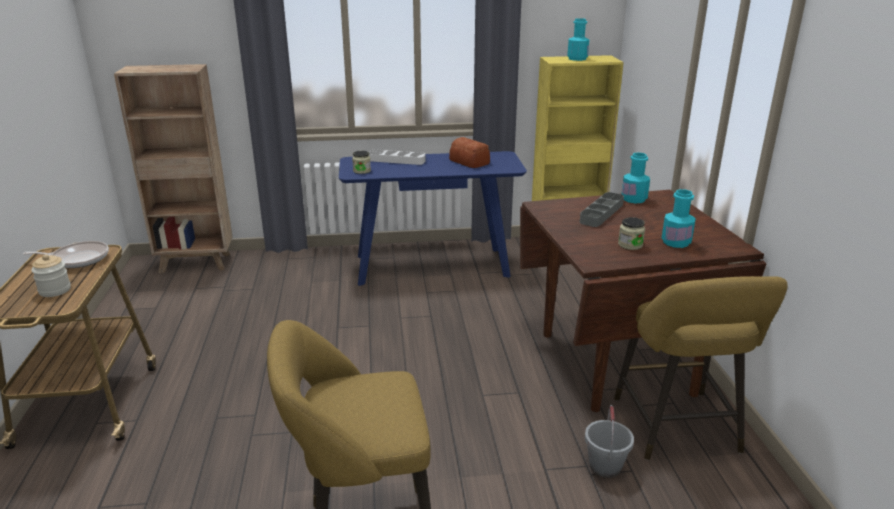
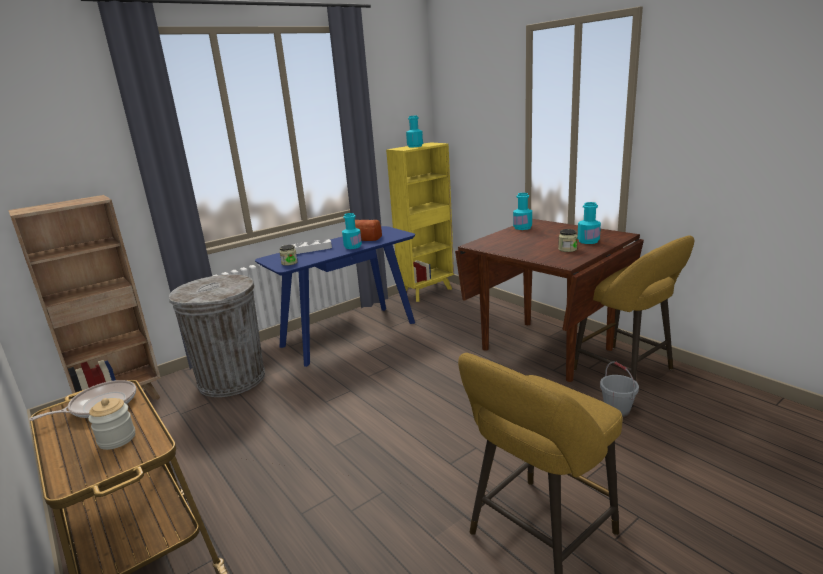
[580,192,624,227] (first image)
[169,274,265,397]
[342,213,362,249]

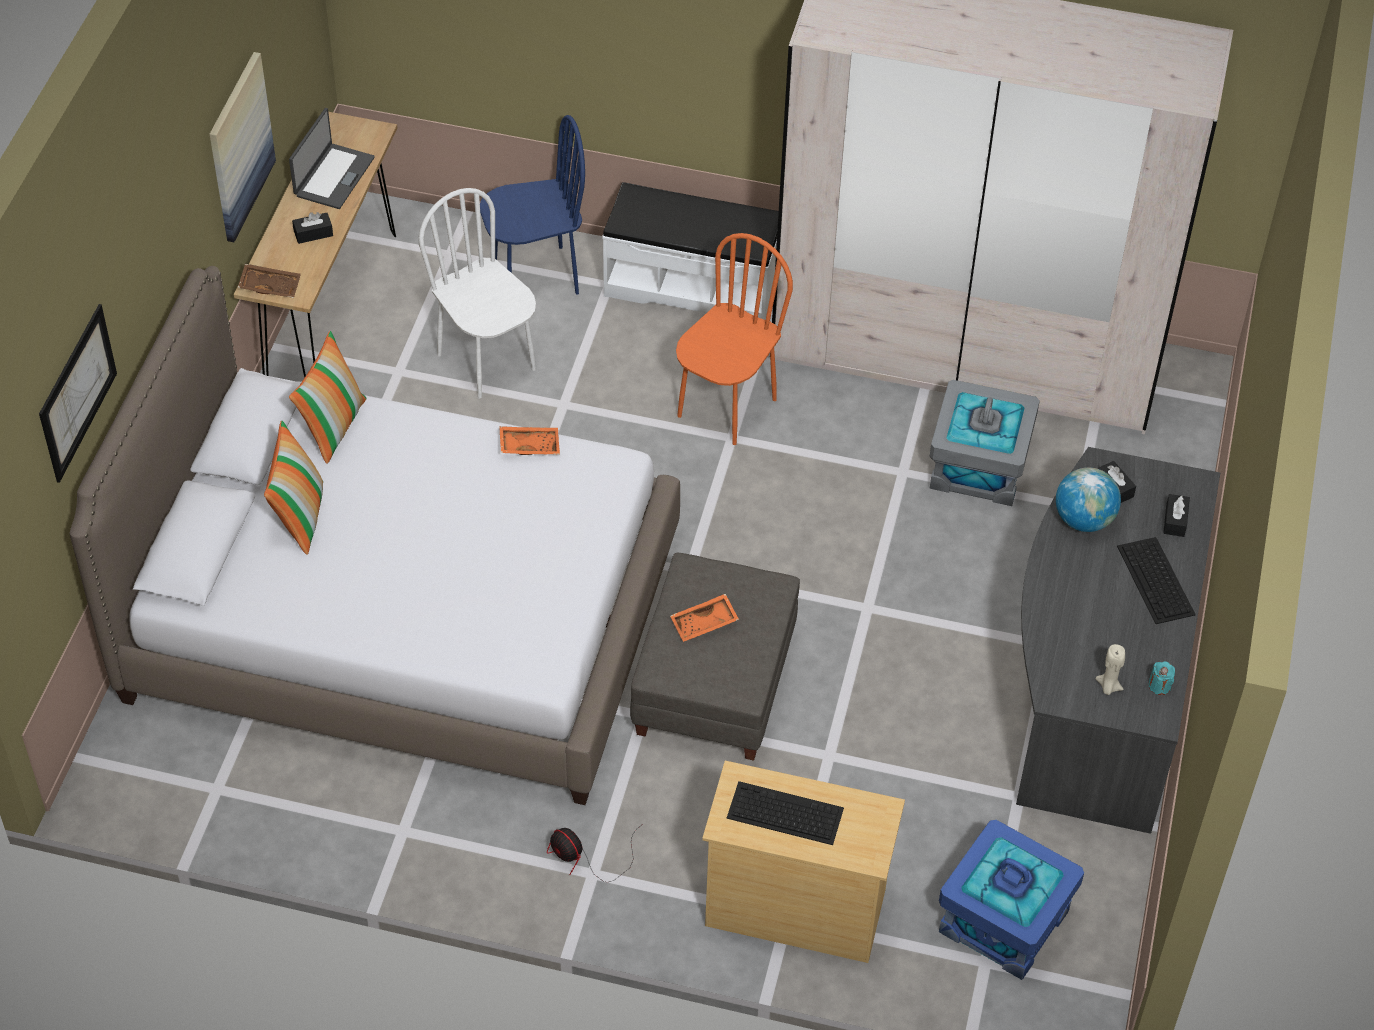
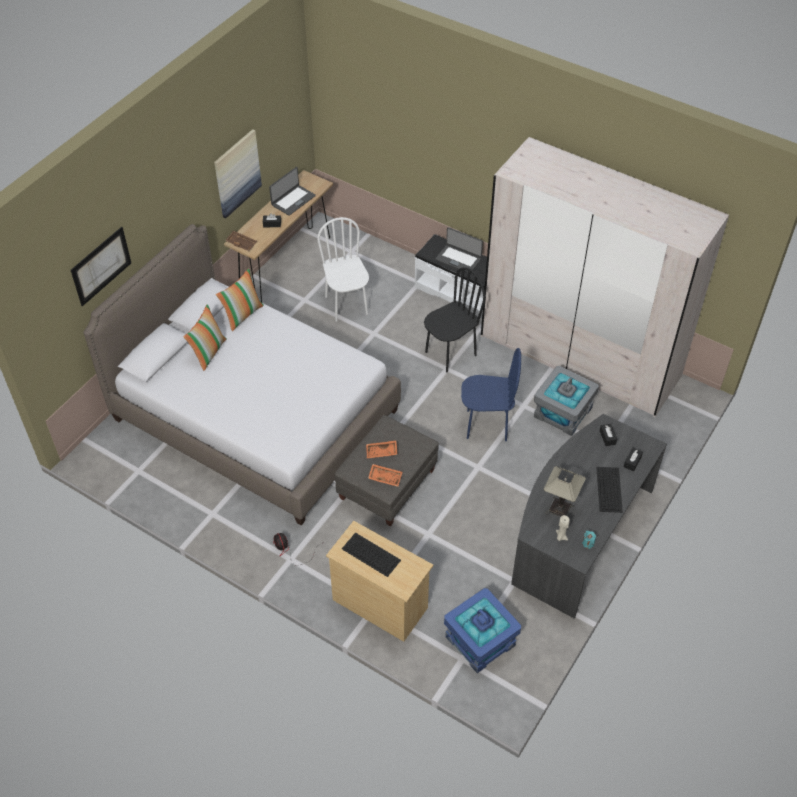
[461,348,521,441]
[368,464,402,487]
[424,267,486,372]
[1056,467,1121,532] (first image)
[435,227,483,273]
[544,466,586,517]

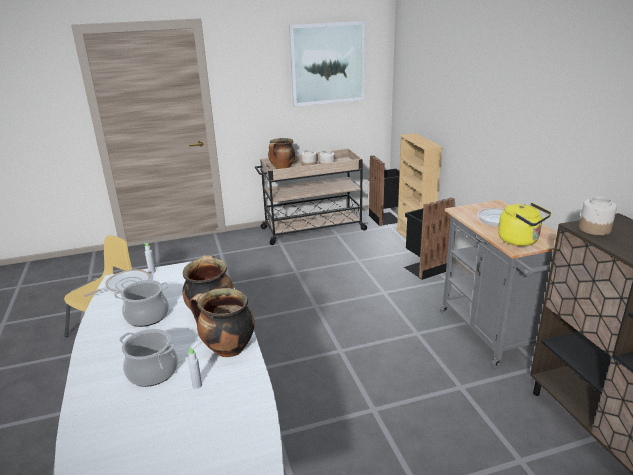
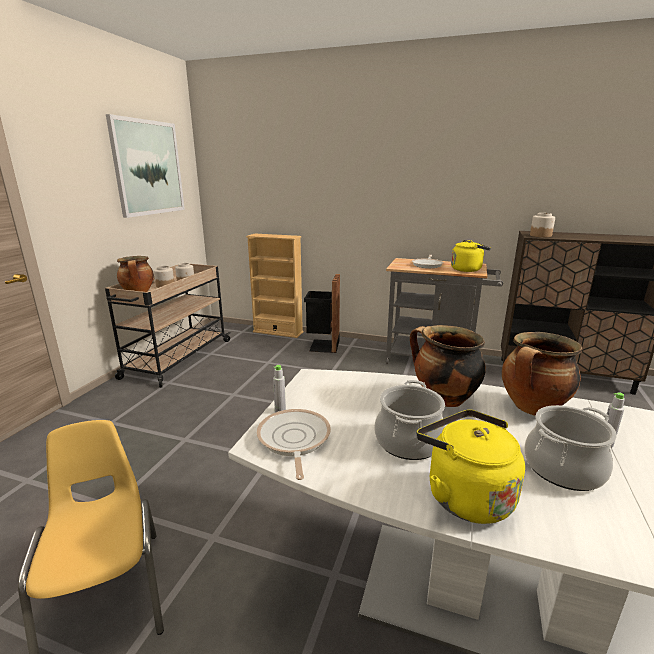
[369,155,400,226] (first image)
[417,410,525,524]

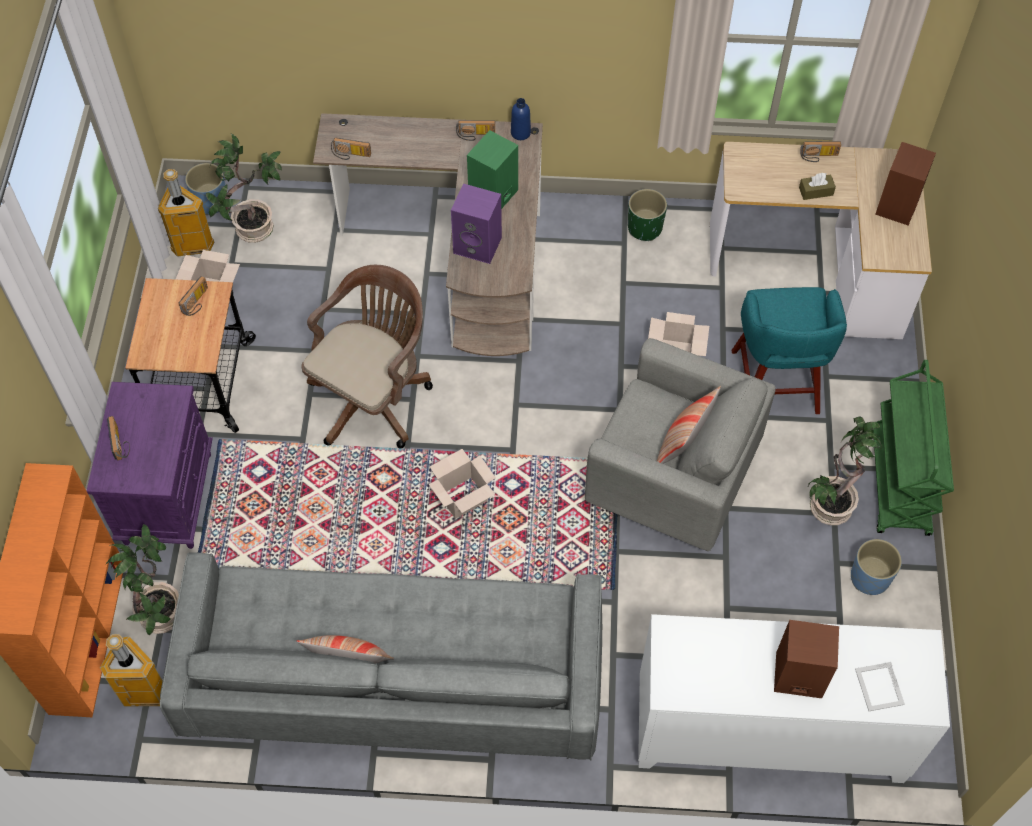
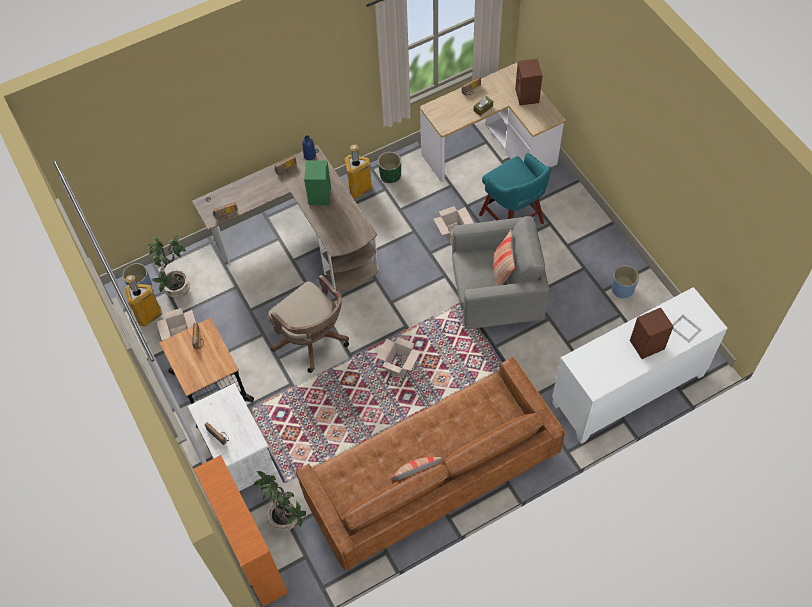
[188,383,278,491]
[345,144,373,199]
[296,357,565,571]
[268,275,349,373]
[451,183,502,264] (first image)
[808,416,882,525] (first image)
[873,360,954,536] (first image)

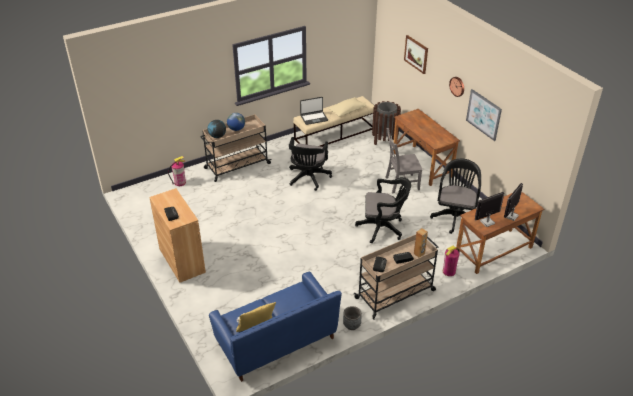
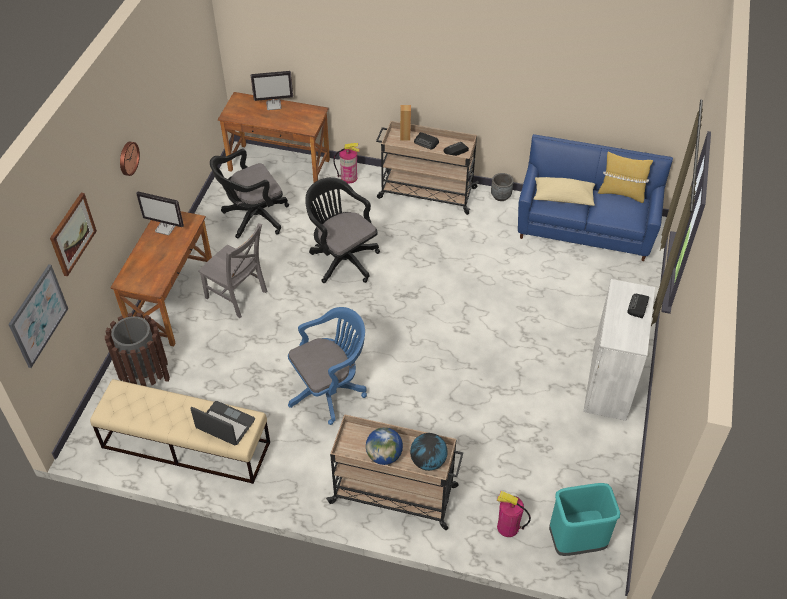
[583,279,655,421]
[288,307,367,425]
[534,177,595,206]
[8,264,68,368]
[136,191,184,235]
[549,483,620,556]

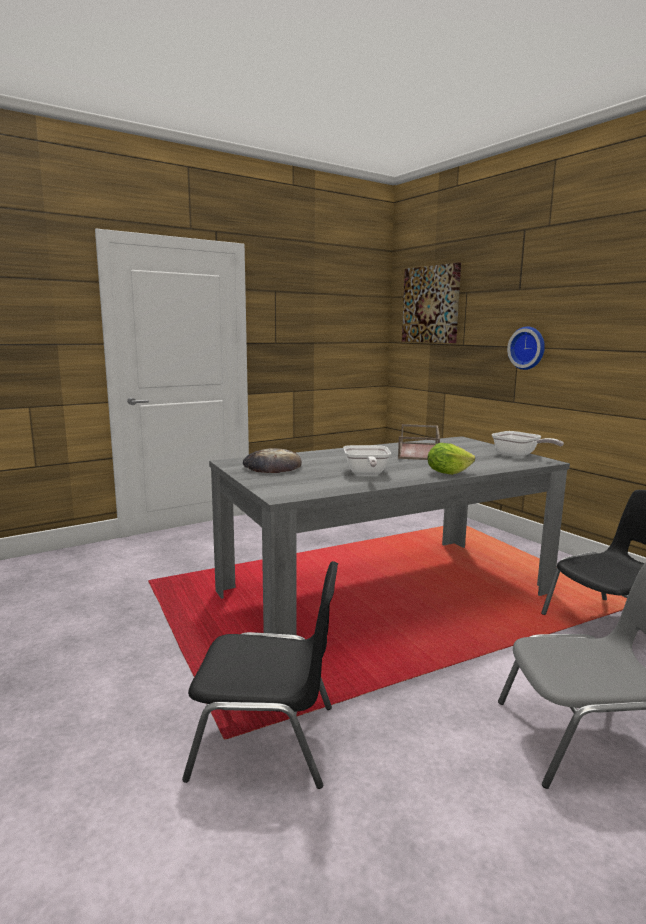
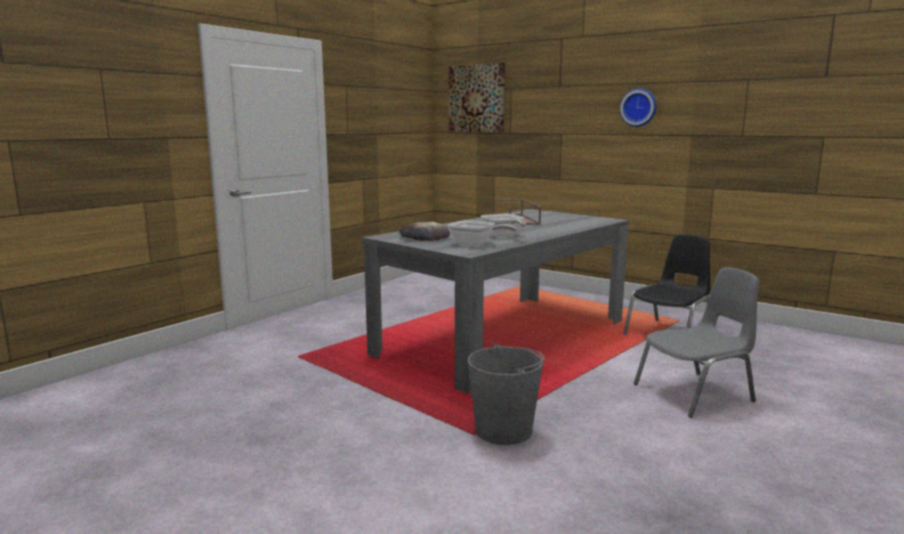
[468,343,545,445]
[427,443,475,475] (first image)
[448,220,517,246]
[620,88,656,127]

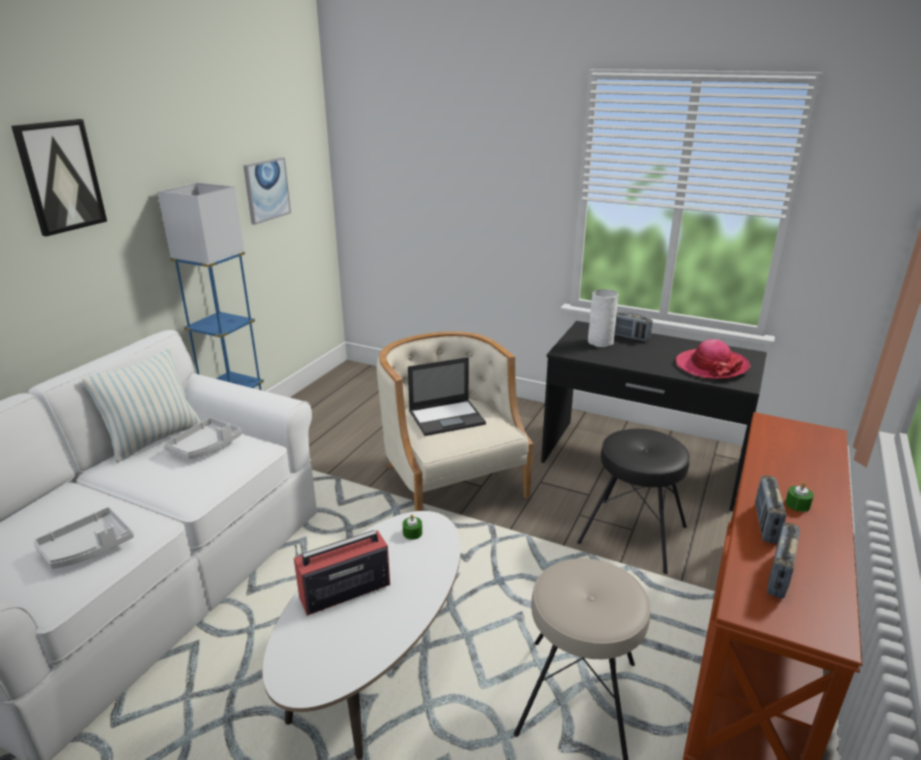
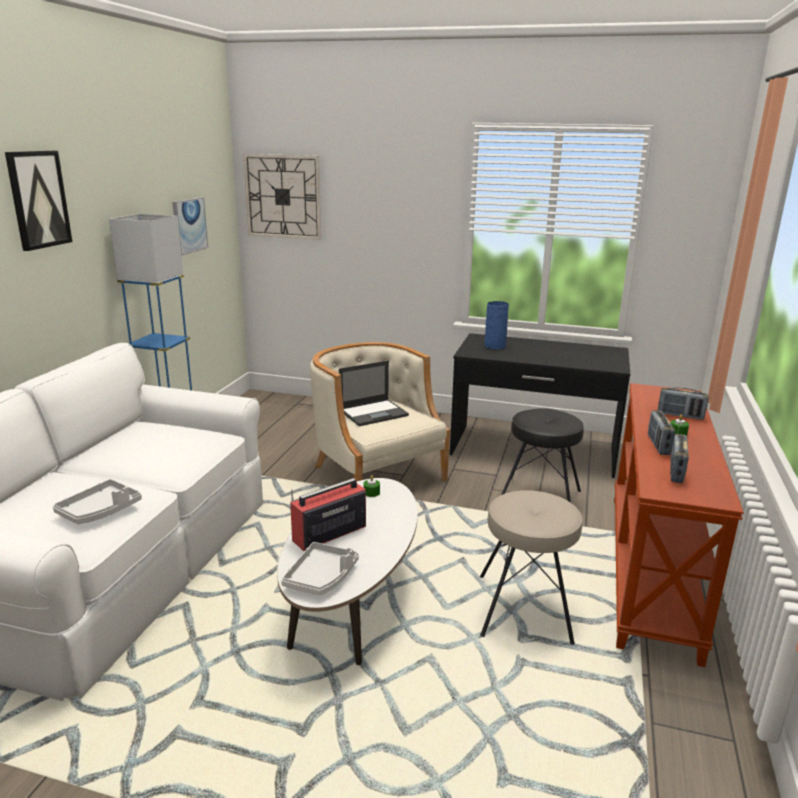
[82,347,201,463] (first image)
[281,542,359,596]
[484,301,509,350]
[658,388,709,420]
[676,339,751,379] (first image)
[243,154,321,240]

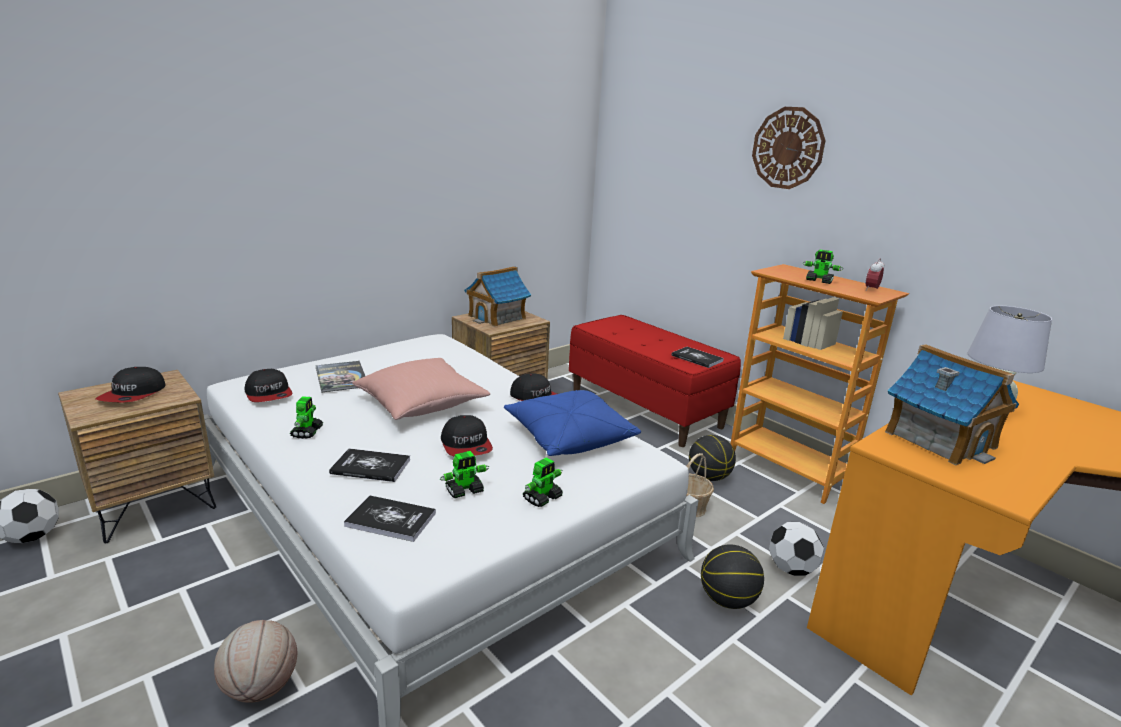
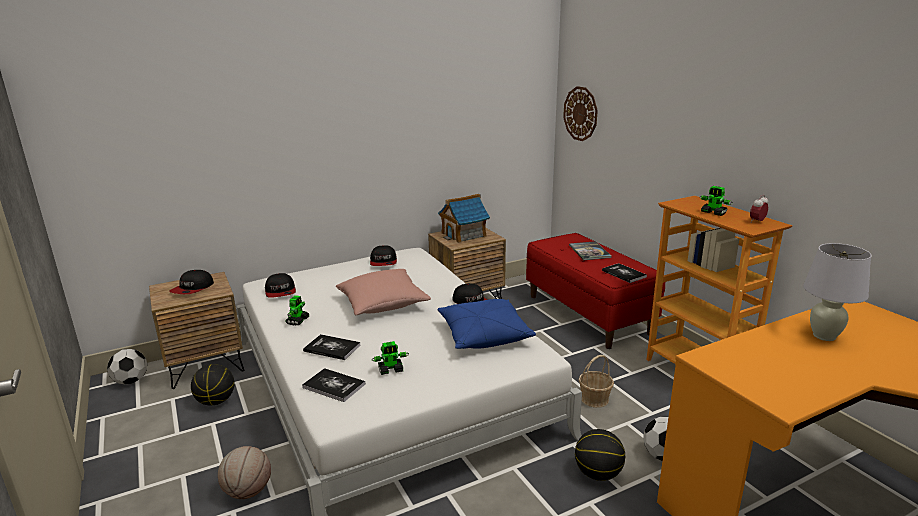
[569,241,612,260]
[370,245,397,266]
[523,457,563,507] (first image)
[191,364,234,406]
[563,86,598,141]
[885,344,1019,465] (first image)

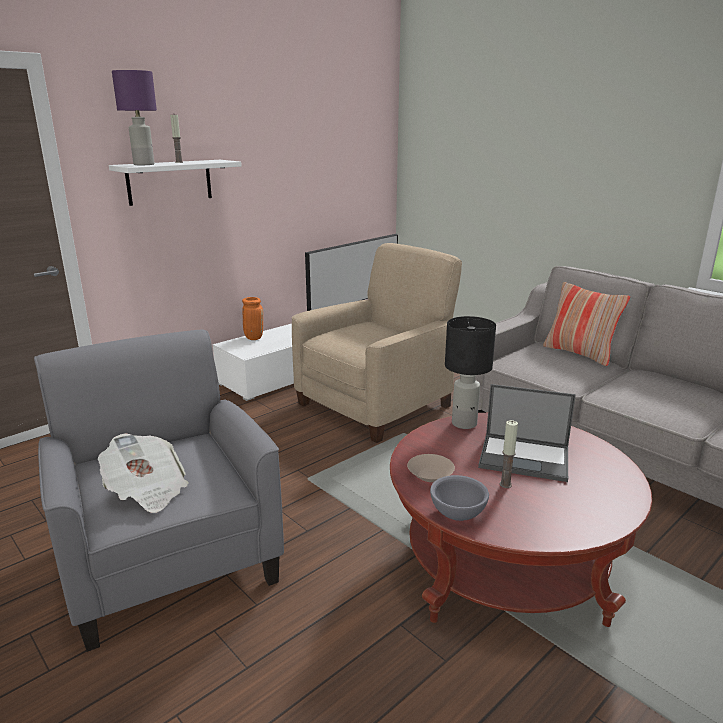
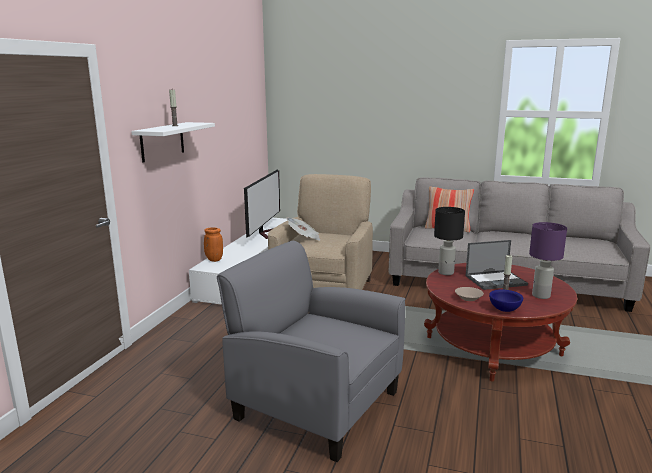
[286,218,320,241]
[529,222,567,299]
[489,289,523,312]

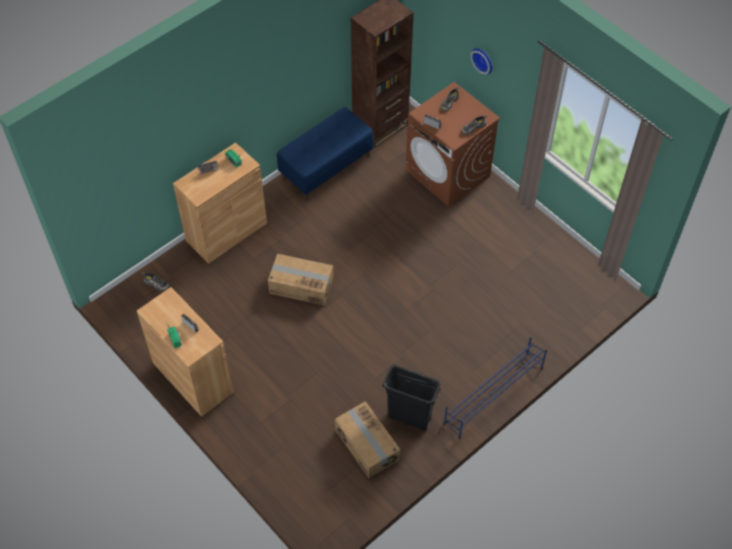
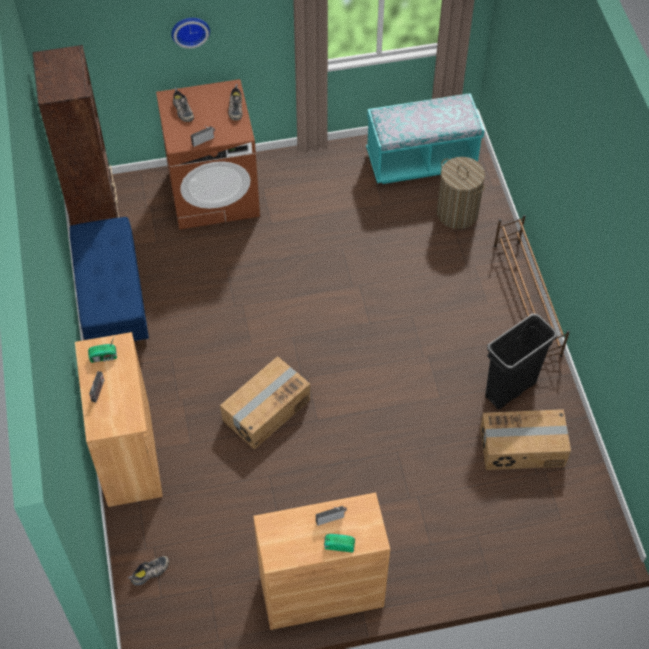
[494,215,570,357]
[366,93,485,184]
[437,157,485,229]

